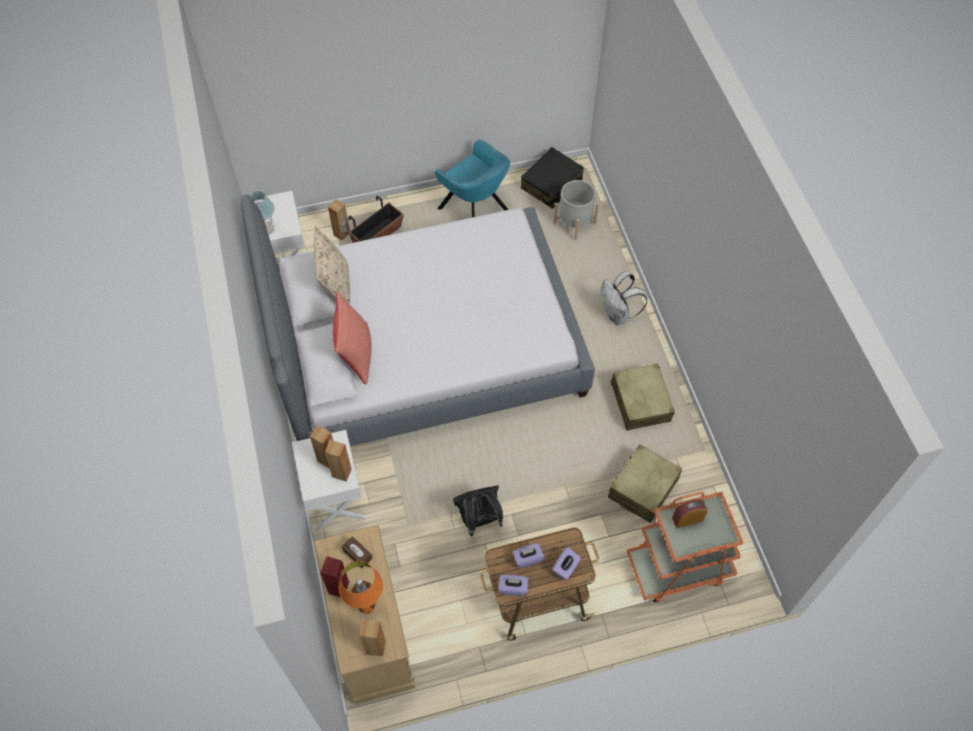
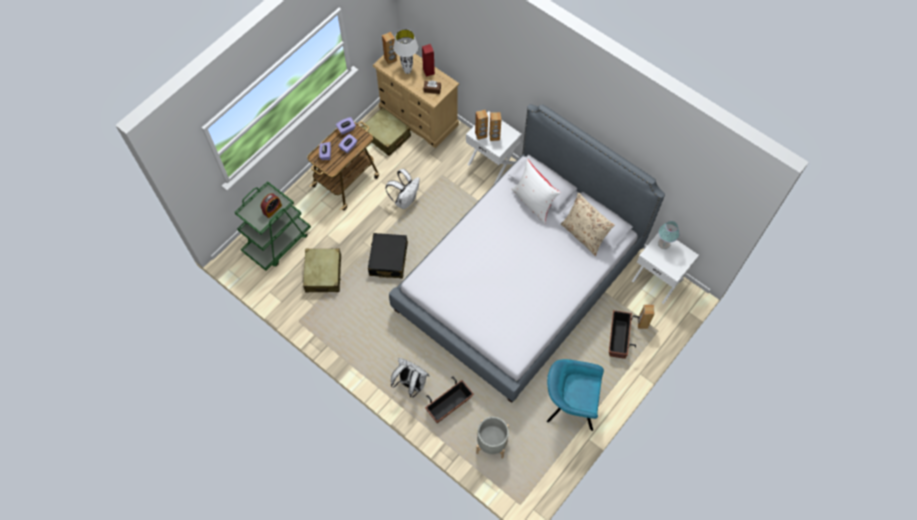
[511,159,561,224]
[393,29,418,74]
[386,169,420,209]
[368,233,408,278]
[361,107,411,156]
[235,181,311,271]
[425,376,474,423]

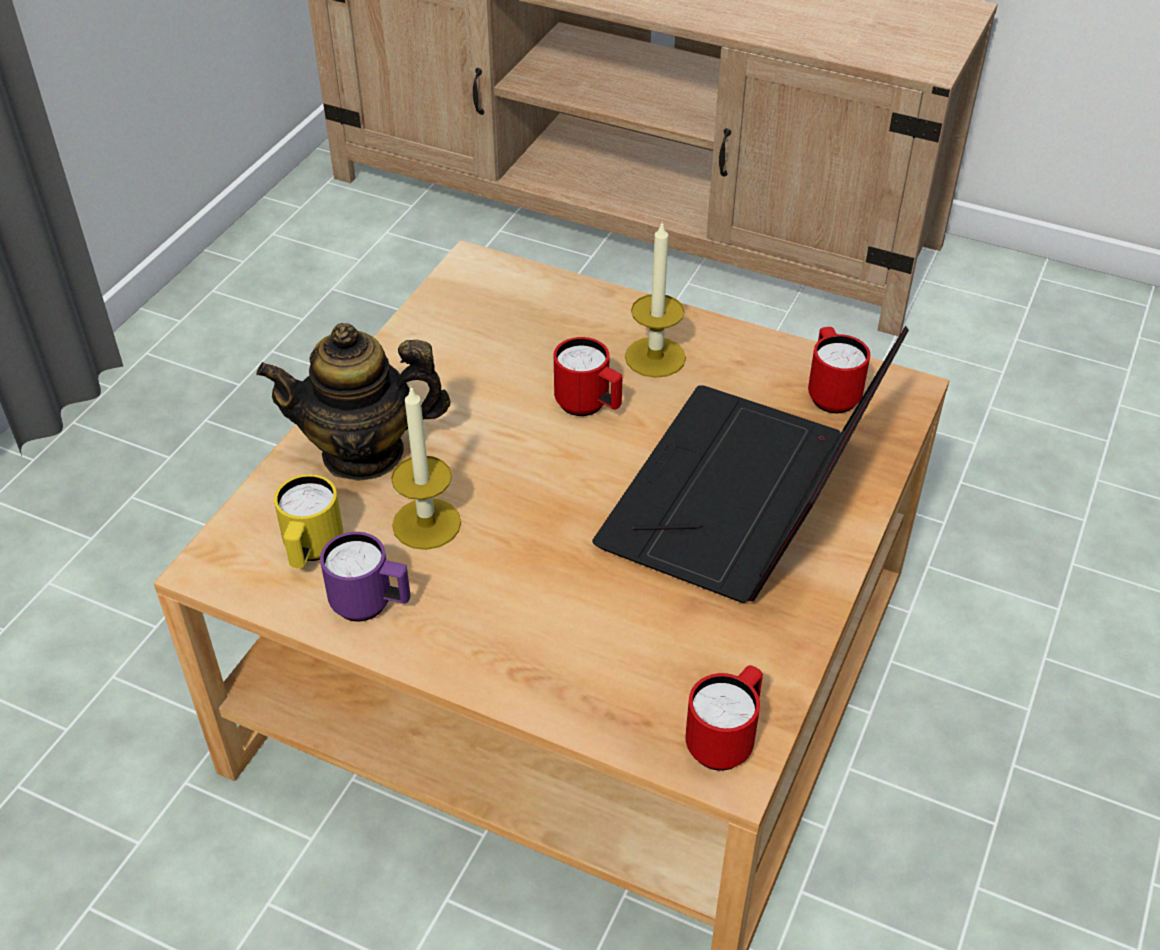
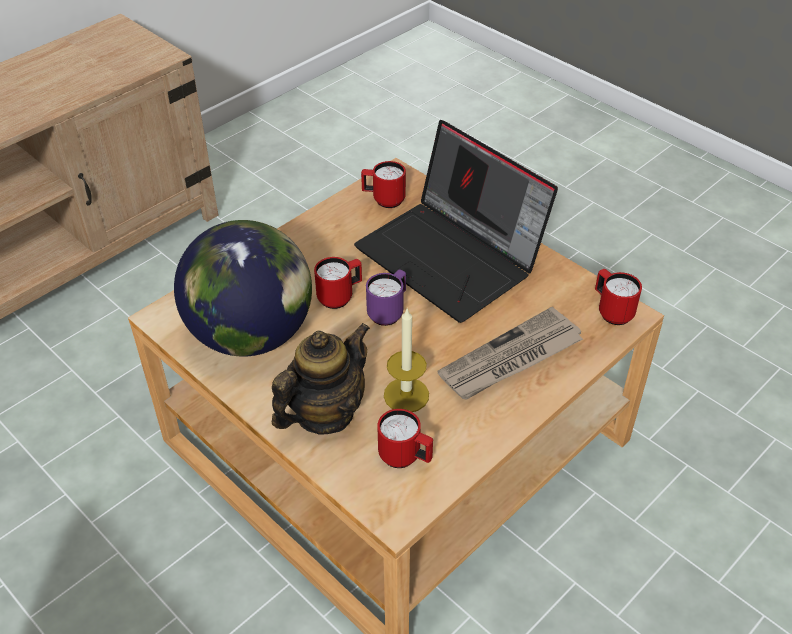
[272,323,370,435]
[377,409,433,468]
[366,270,406,326]
[625,221,686,378] (first image)
[174,220,312,357]
[438,307,583,400]

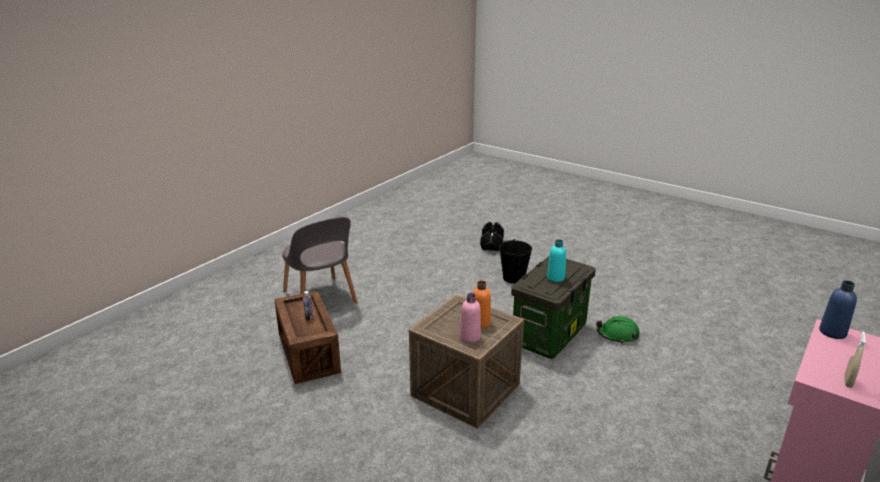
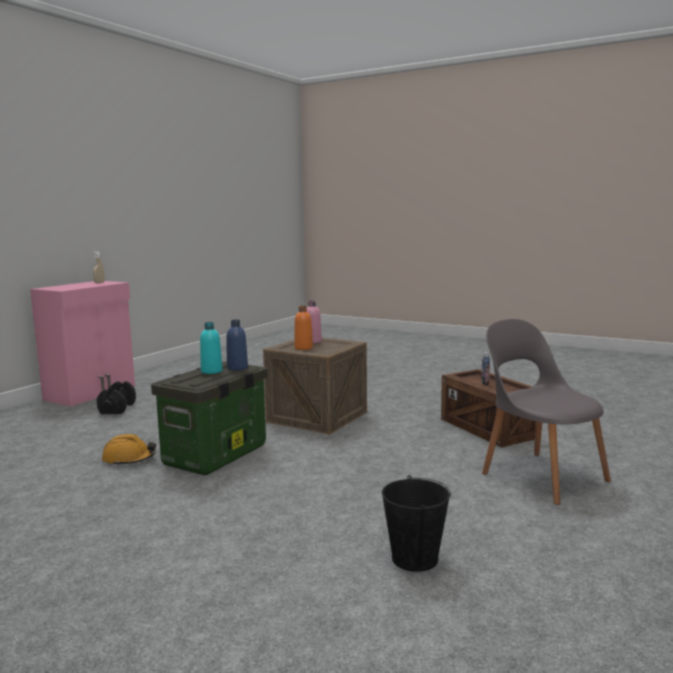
[97,381,136,414]
[382,475,451,572]
[102,434,156,466]
[226,320,248,371]

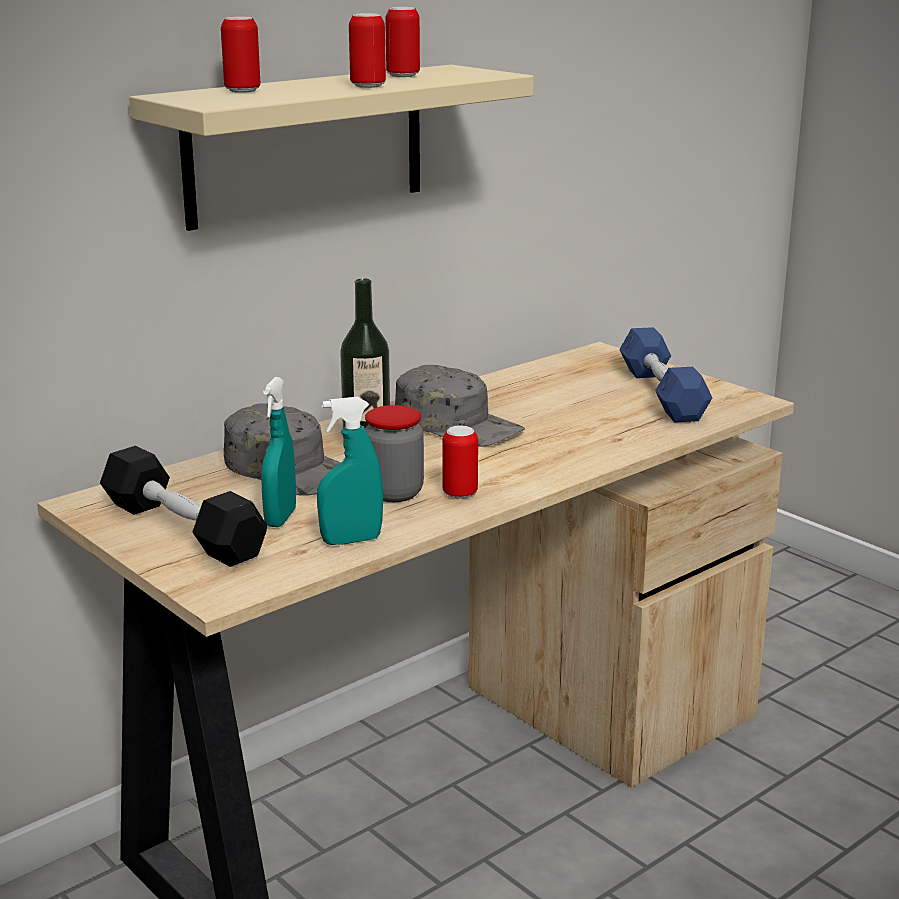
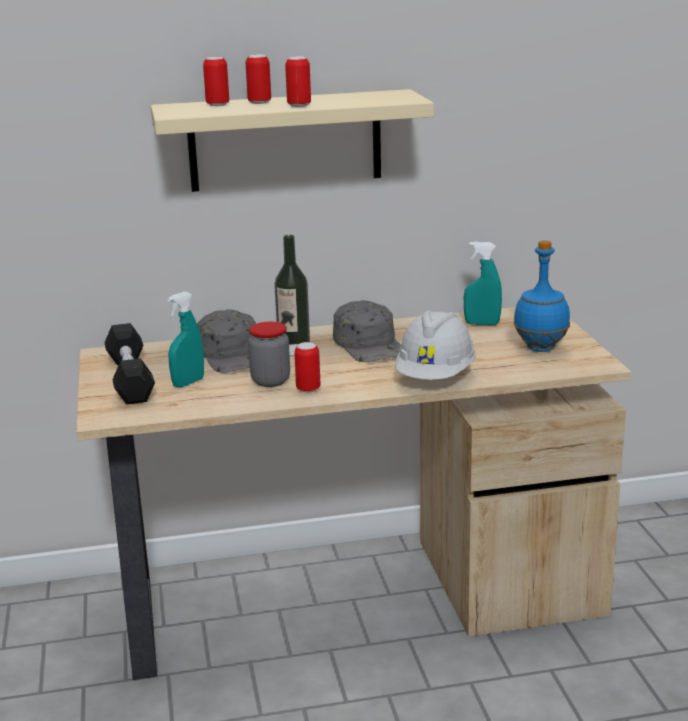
[464,242,502,325]
[246,55,271,104]
[514,241,570,352]
[396,310,476,380]

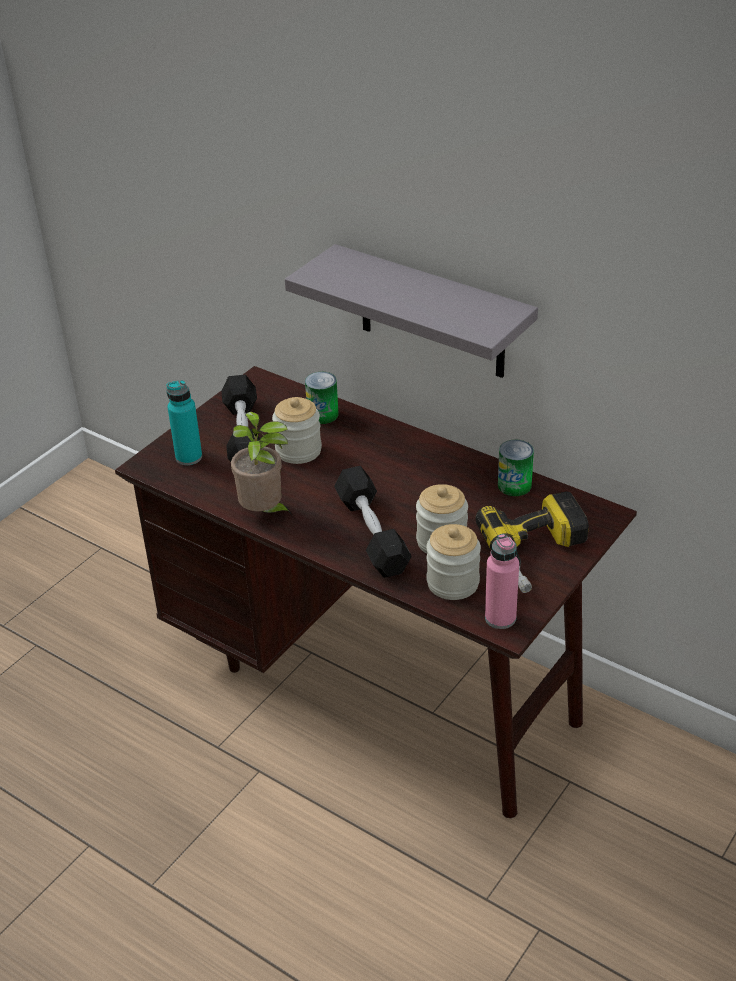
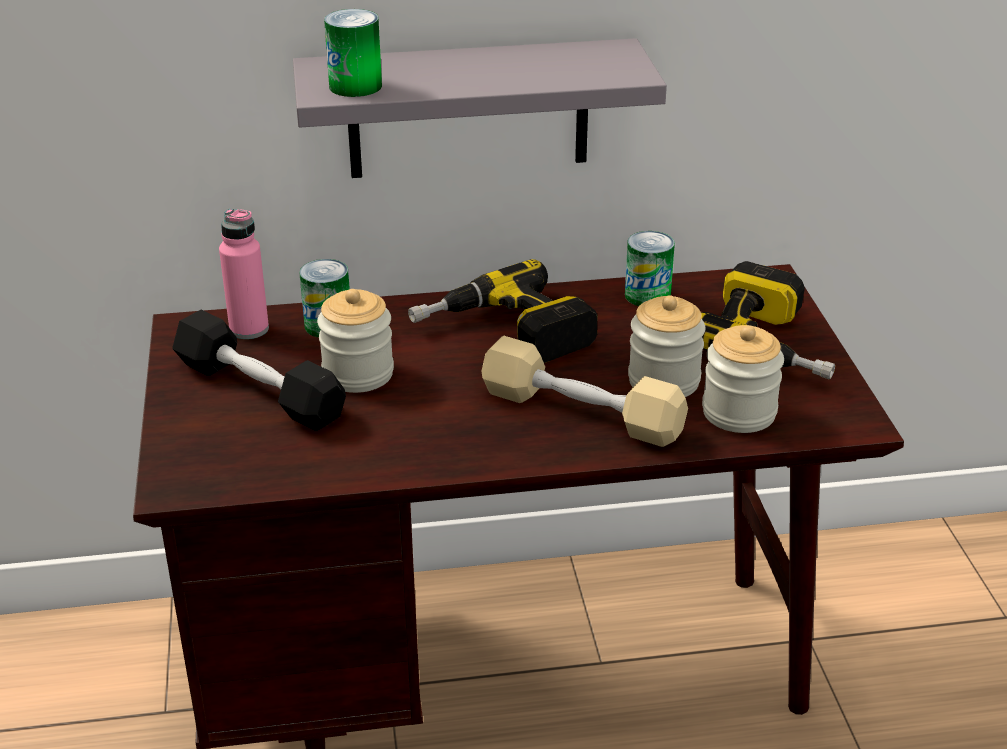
[167,380,202,465] (first image)
[231,412,292,515] (first image)
[482,336,688,447]
[219,208,269,339]
[324,9,382,97]
[408,259,597,363]

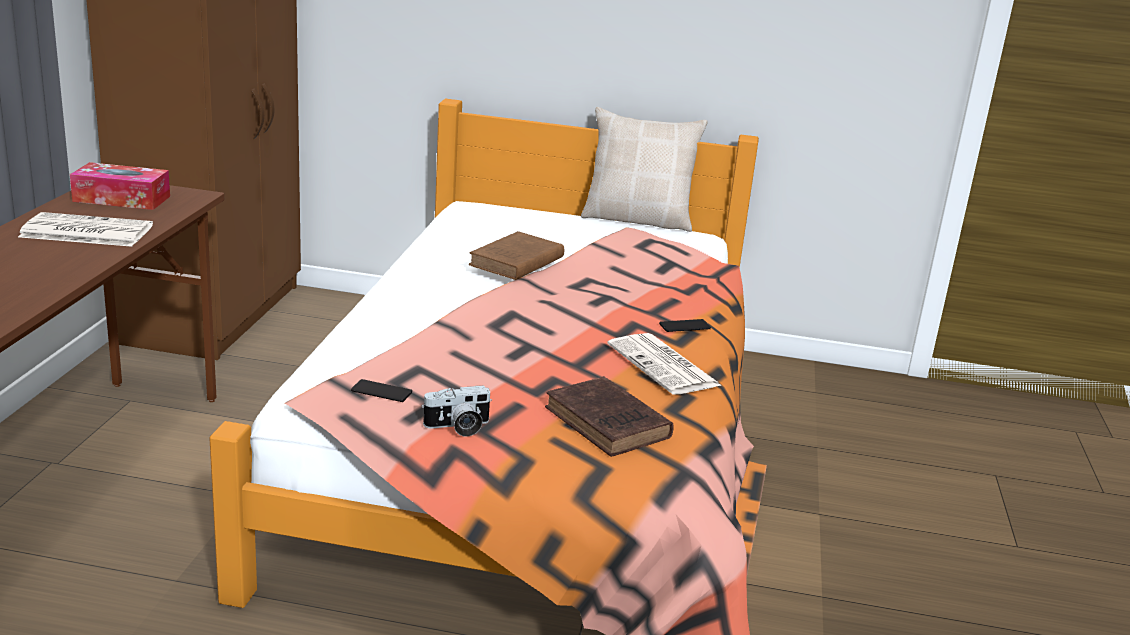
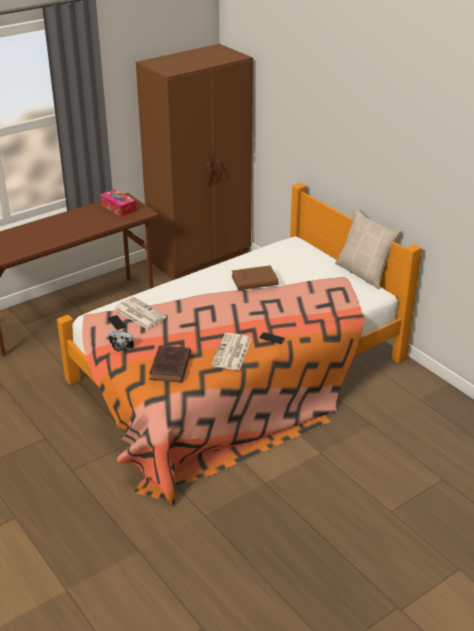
[114,297,167,329]

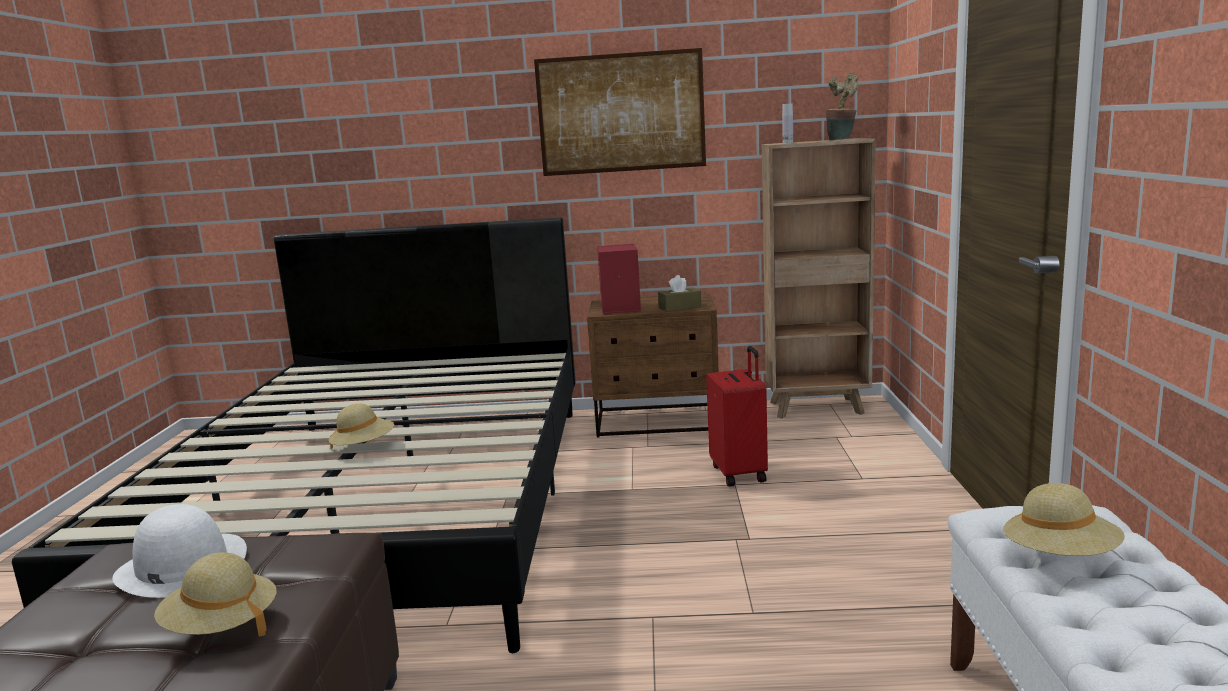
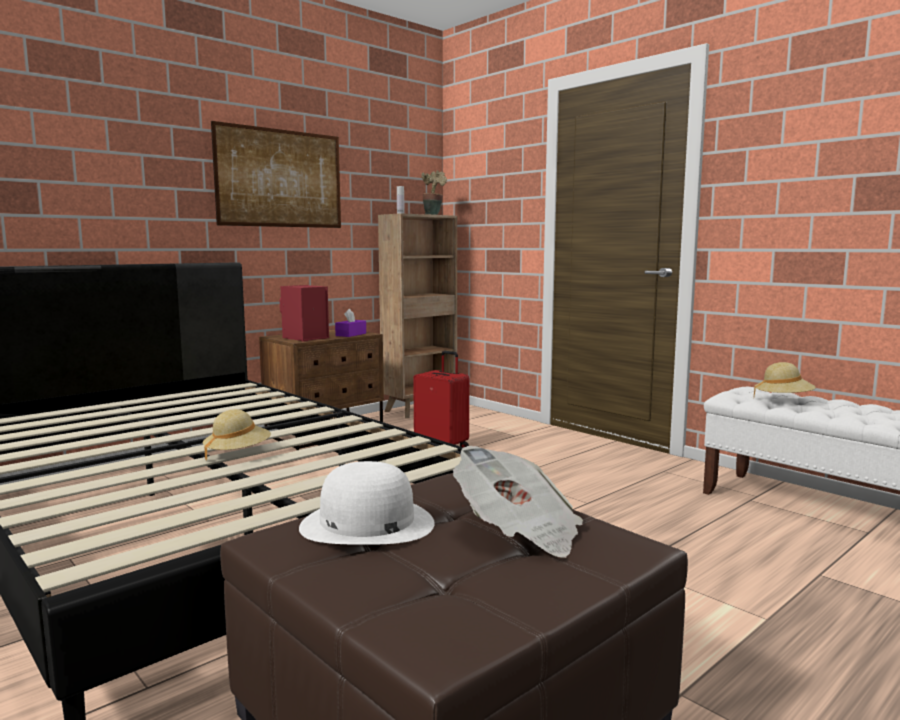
[453,446,583,558]
[335,309,366,337]

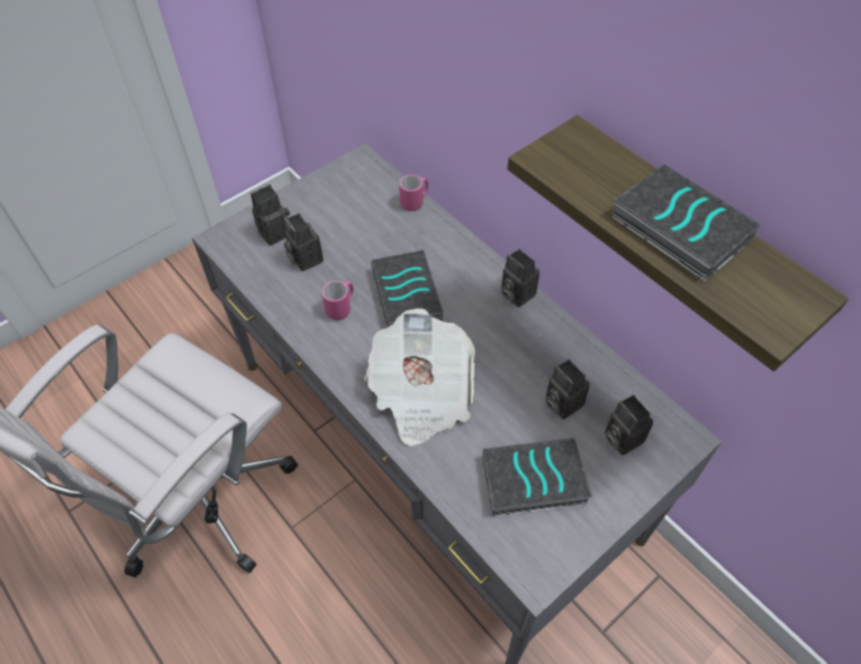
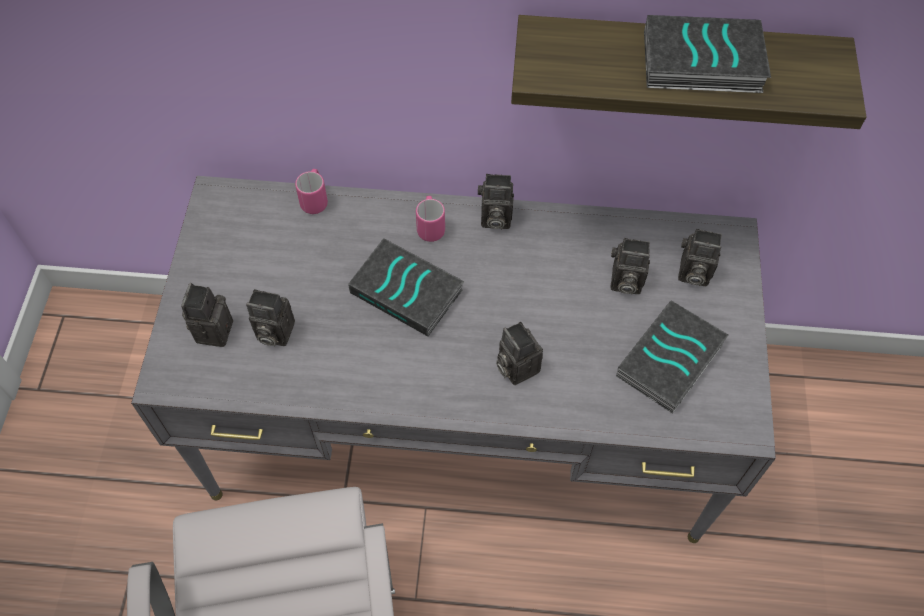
[416,196,445,242]
[496,322,543,385]

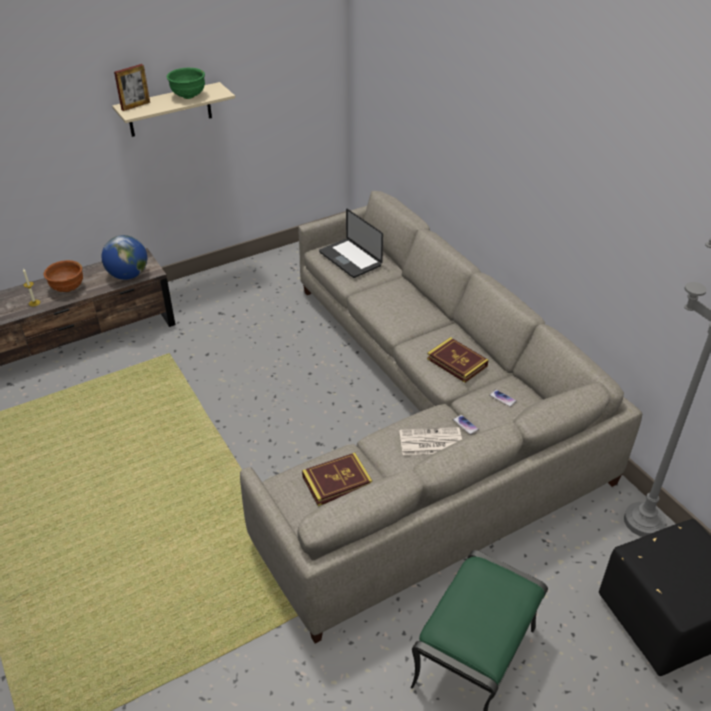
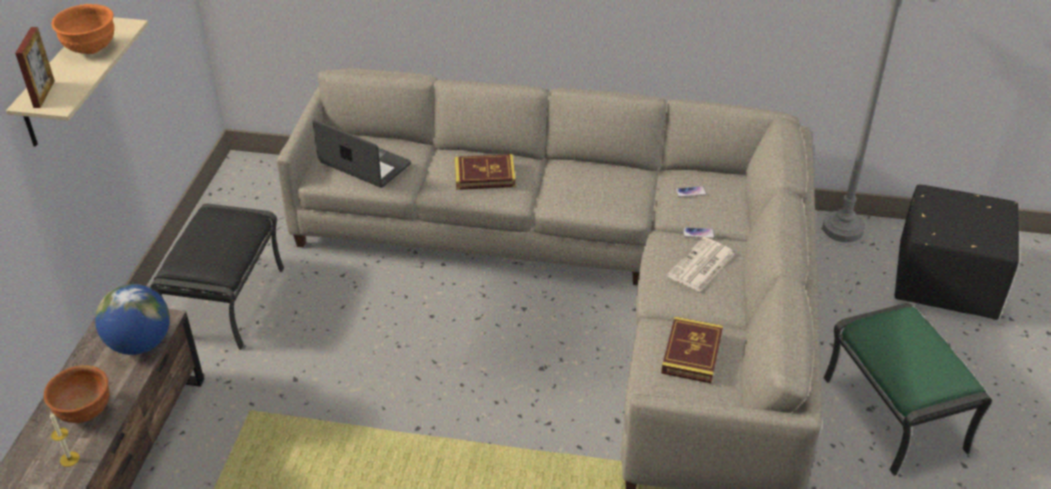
[51,4,115,54]
[312,120,411,188]
[455,154,516,190]
[150,203,284,350]

